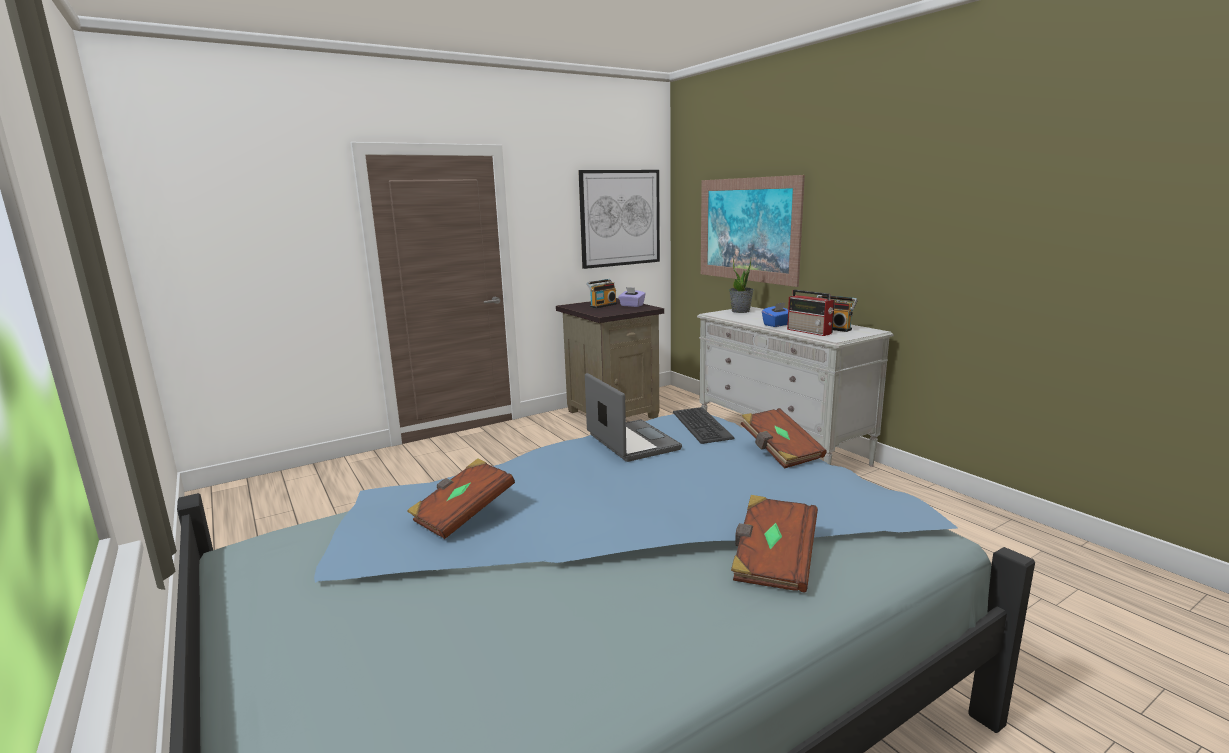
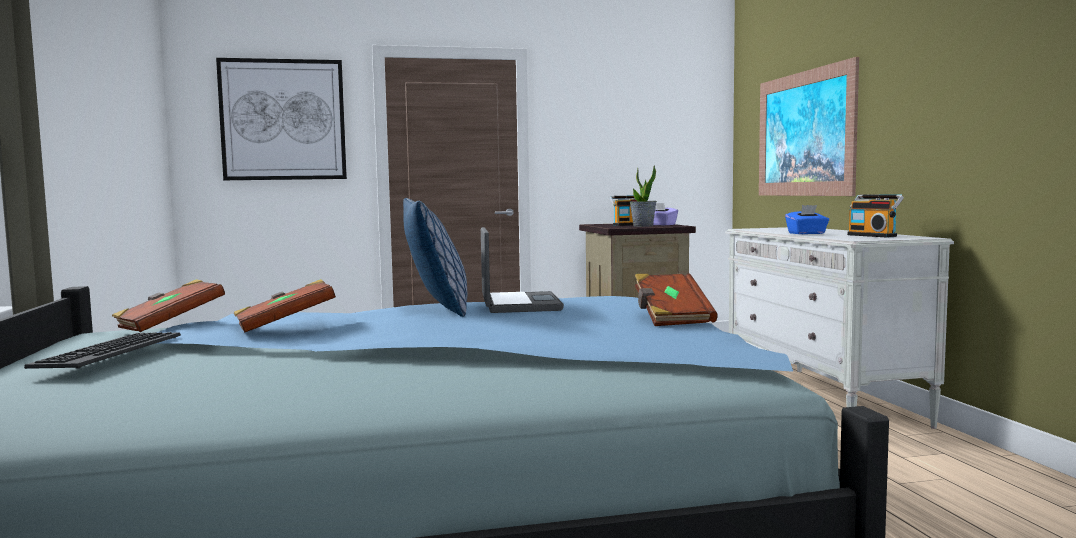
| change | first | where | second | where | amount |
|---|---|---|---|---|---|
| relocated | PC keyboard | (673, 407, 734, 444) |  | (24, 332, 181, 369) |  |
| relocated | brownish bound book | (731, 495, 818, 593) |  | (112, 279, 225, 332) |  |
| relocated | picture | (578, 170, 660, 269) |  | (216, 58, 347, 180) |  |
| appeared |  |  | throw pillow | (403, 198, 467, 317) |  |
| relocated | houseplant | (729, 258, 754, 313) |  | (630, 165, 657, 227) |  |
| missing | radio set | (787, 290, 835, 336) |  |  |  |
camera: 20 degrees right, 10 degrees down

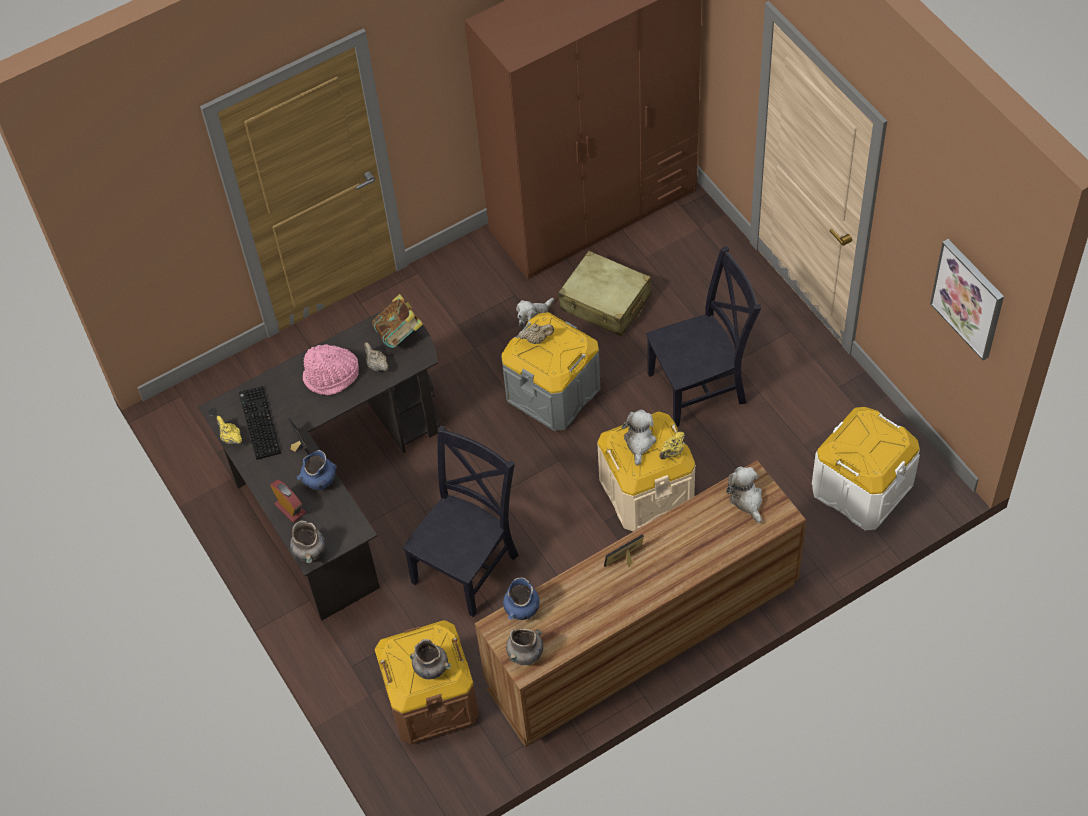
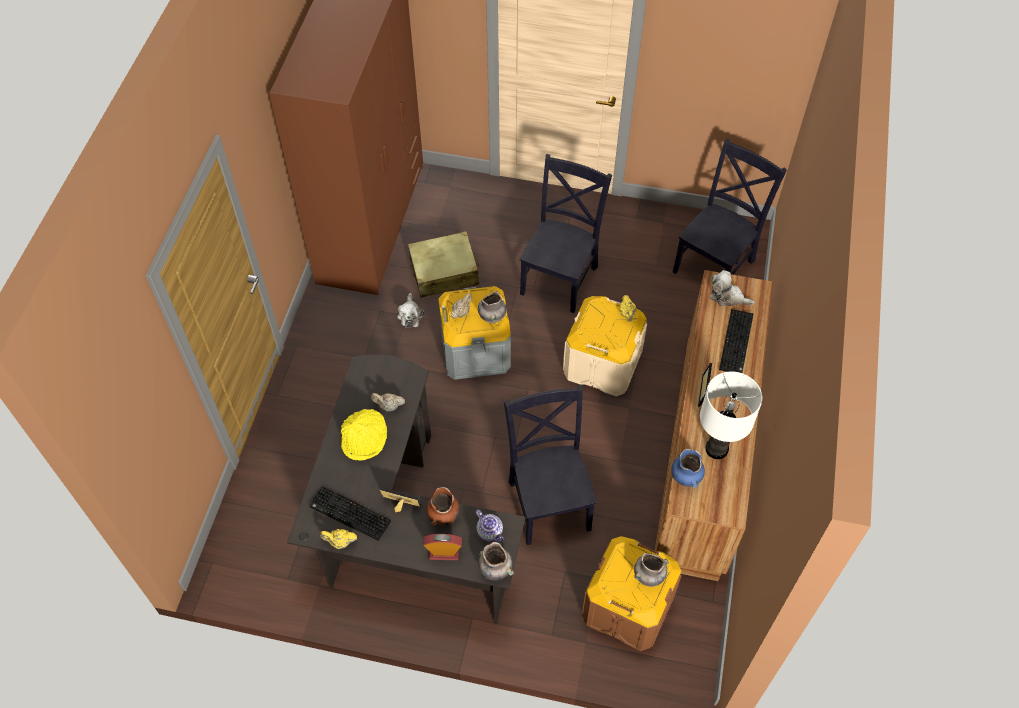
| change | first | where | second | where | amount |
|---|---|---|---|---|---|
| colour | pink clothing hat | (303, 344, 359, 395) | yellowish clothing hat | (341, 409, 387, 461) |  |
| colour | blue-coloured decorative vase | (297, 450, 337, 490) | brownish decorative vase | (426, 487, 459, 526) |  |
| appeared |  |  | tea pot | (475, 510, 504, 542) |  |
| relocated | gray decorative vase | (506, 629, 543, 665) |  | (478, 291, 506, 323) |  |
| exchanged | white-coloured storage container | (812, 407, 920, 530) | black plain chair | (673, 138, 787, 275) |  |
| appeared |  |  | white-coloured lamp for a table | (700, 371, 762, 459) |  |
| appeared |  |  | PC keyboard | (719, 309, 754, 373) |  |
| missing | bound book | (372, 294, 423, 348) |  |  |  |
| missing | plush toy | (621, 409, 656, 465) |  |  |  |
| missing | picture | (930, 239, 1004, 361) |  |  |  |
camera: 50 degrees left, 0 degrees up

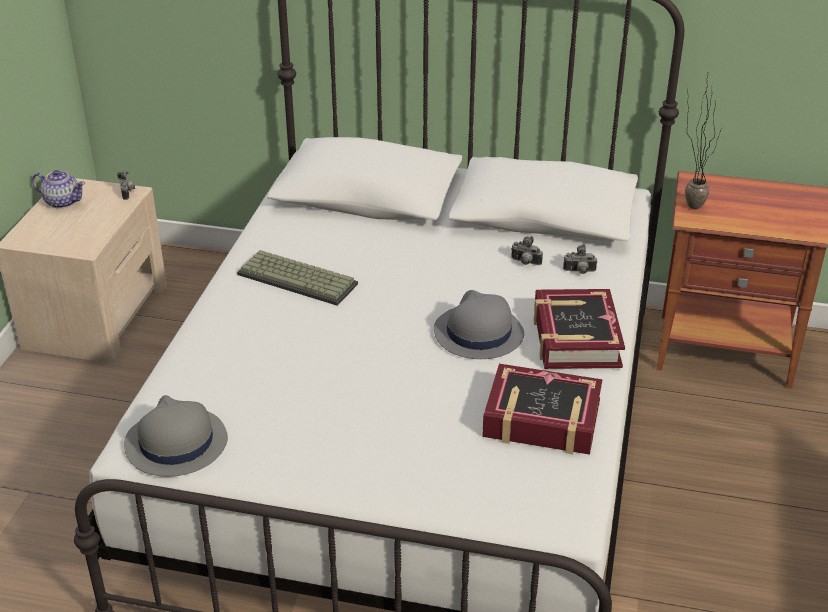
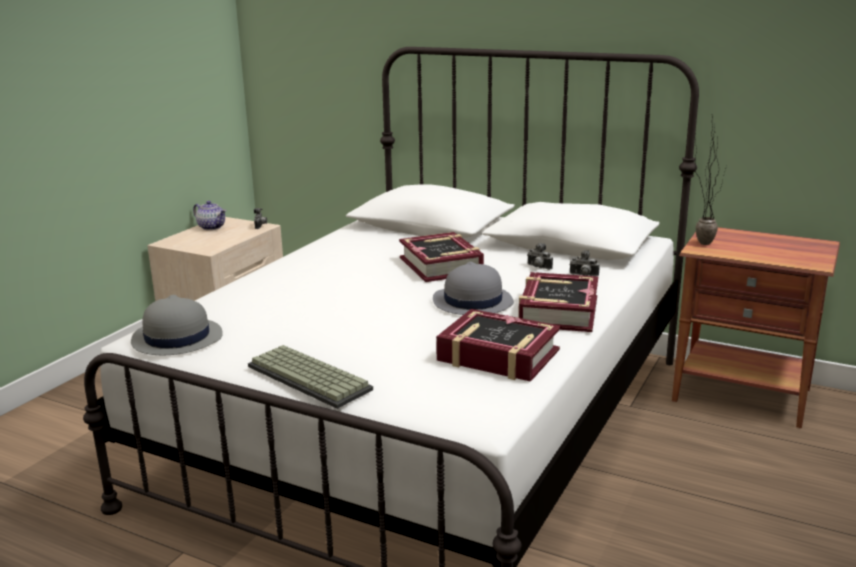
| change | first | where | second | where | amount |
|---|---|---|---|---|---|
| relocated | PC keyboard | (237, 250, 358, 306) |  | (248, 345, 373, 409) |  |
| appeared |  |  | bound book | (399, 232, 484, 282) |  |
camera: 15 degrees right, 15 degrees down

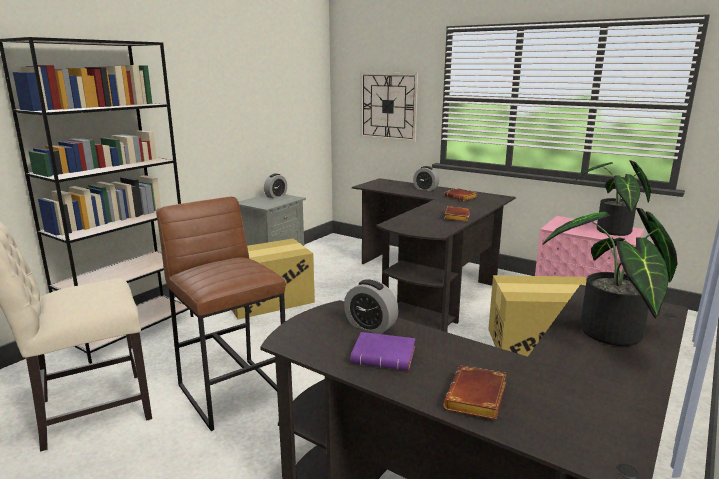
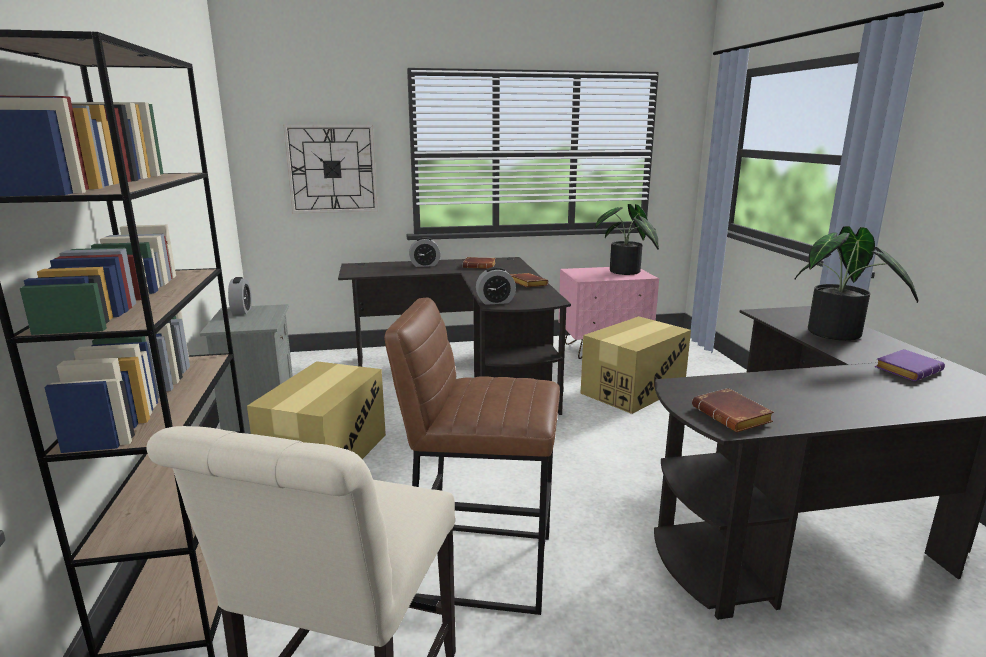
| change | first | where | second | where | amount |
|---|---|---|---|---|---|
| relocated | bedside clock | (344, 279, 399, 334) |  | (476, 267, 516, 305) |  |
| relocated | brownish bound book | (443, 366, 507, 420) |  | (692, 388, 774, 432) |  |
| relocated | purple bound book | (350, 332, 416, 371) |  | (875, 349, 945, 381) |  |
camera: 45 degrees left, 0 degrees up

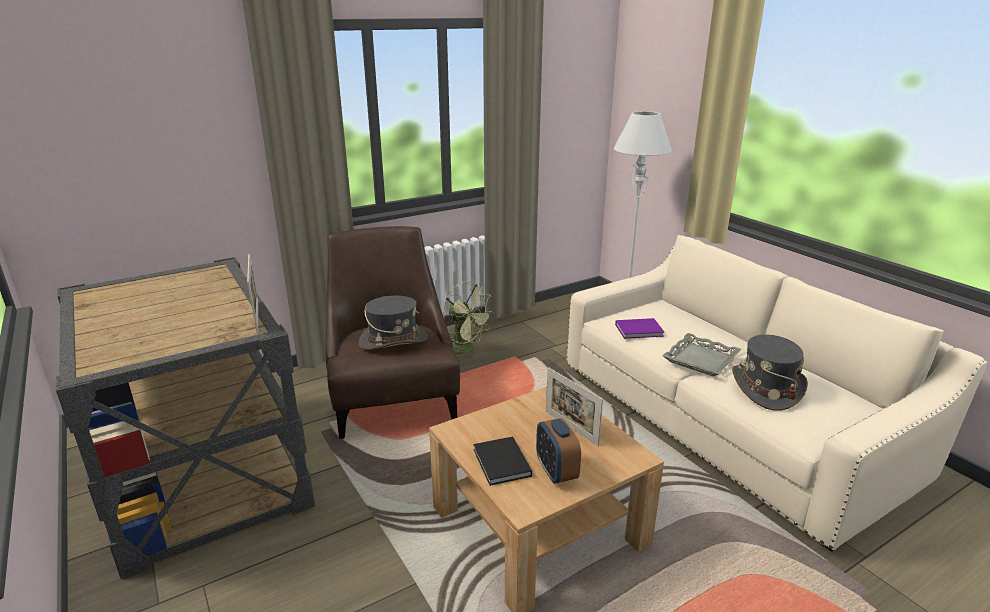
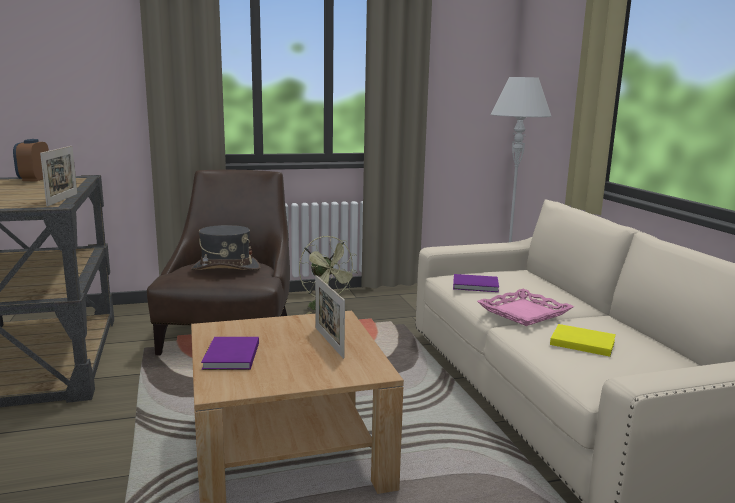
| change | first | where | second | where | amount |
|---|---|---|---|---|---|
| relocated | bedside clock | (536, 418, 581, 484) |  | (13, 139, 49, 181) |  |
| colour | black bound book | (473, 437, 532, 486) | purple bound book | (201, 337, 259, 370) |  |
| colour | gray tray | (662, 333, 742, 376) | pink tray | (477, 289, 574, 326) |  |
| exchanged | gray clothing hat | (732, 334, 808, 411) | yellowish bound book | (550, 324, 616, 357) |  |
camera: 15 degrees right, 10 degrees down

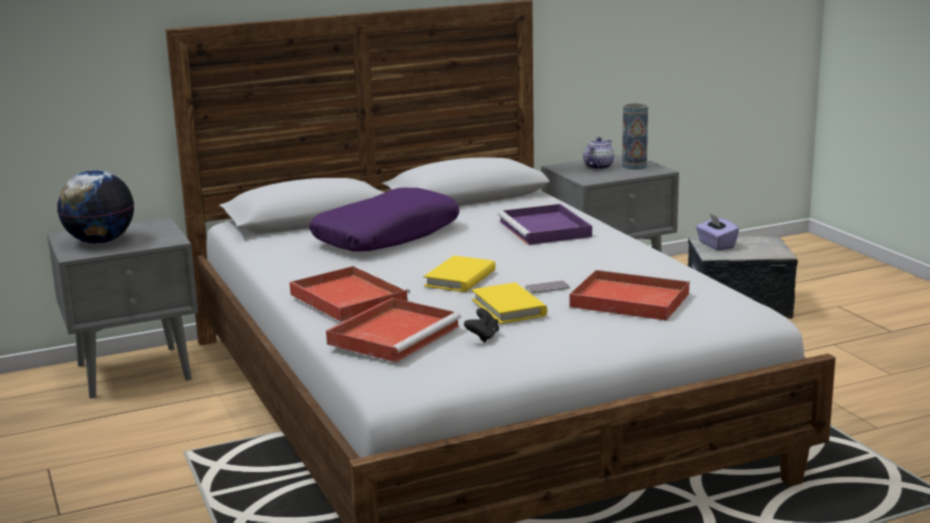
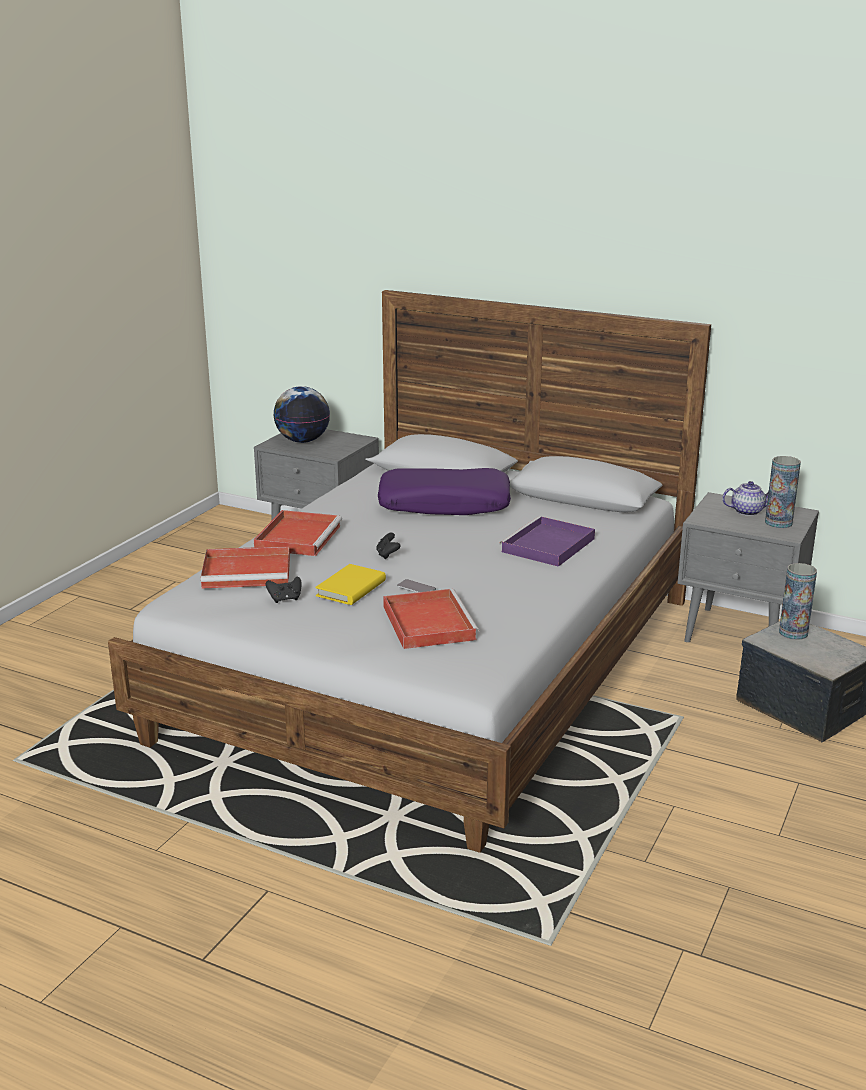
| change | first | where | second | where | amount |
|---|---|---|---|---|---|
| exchanged | yellowish bound book | (424, 256, 496, 292) | black gamepad | (376, 533, 401, 559) |  |
| exchanged | purple tissue holder | (696, 214, 739, 250) | decorative vase | (779, 563, 817, 640) |  |
camera: 50 degrees right, 5 degrees up

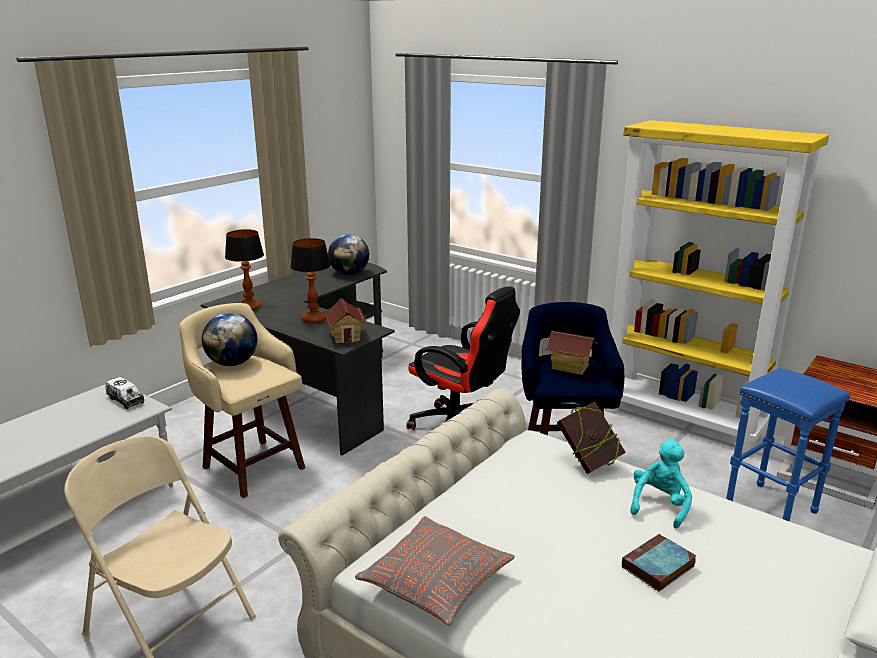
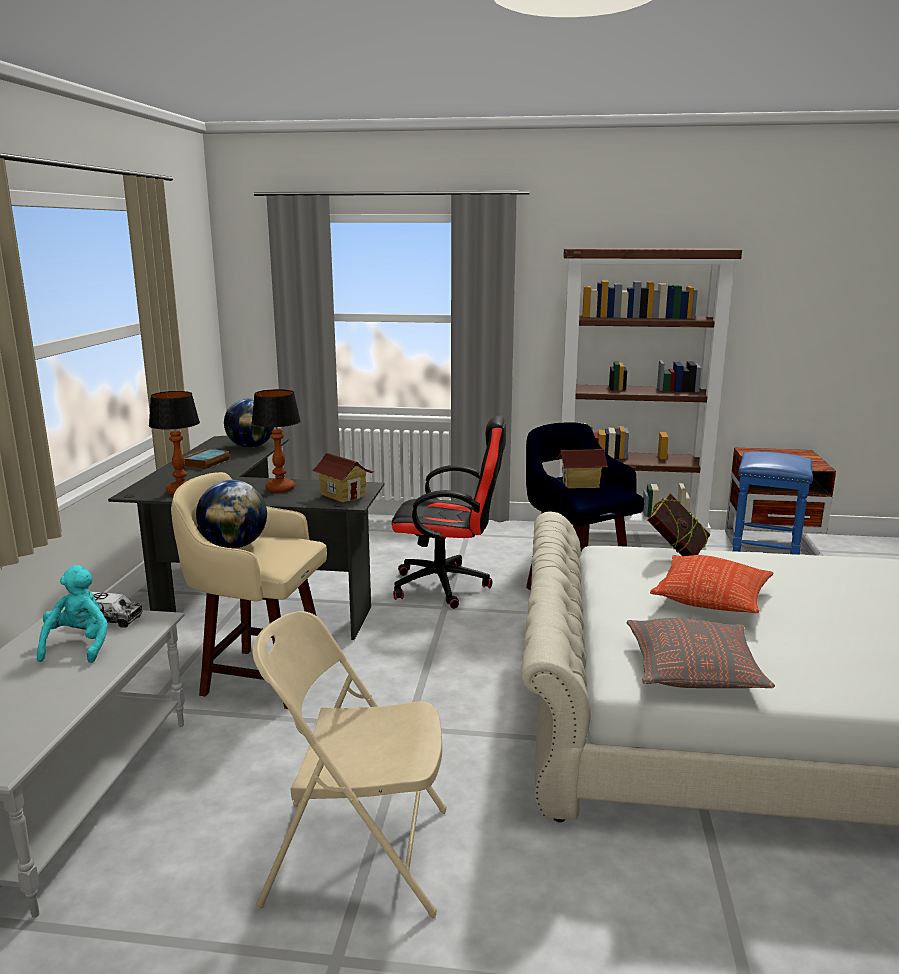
| change | first | where | second | where | amount |
|---|---|---|---|---|---|
| relocated | blue-green plush toy | (630, 439, 692, 529) |  | (37, 565, 108, 663) |  |
| relocated | bound book | (622, 534, 696, 592) |  | (184, 449, 230, 470) |  |
| colour | yellowish bookcase | (604, 120, 829, 457) | brownish bookcase | (559, 248, 742, 550) |  |
| appeared |  |  | orange-coloured throw pillow | (650, 555, 773, 613) |  |
camera: 30 degrees left, 5 degrees down

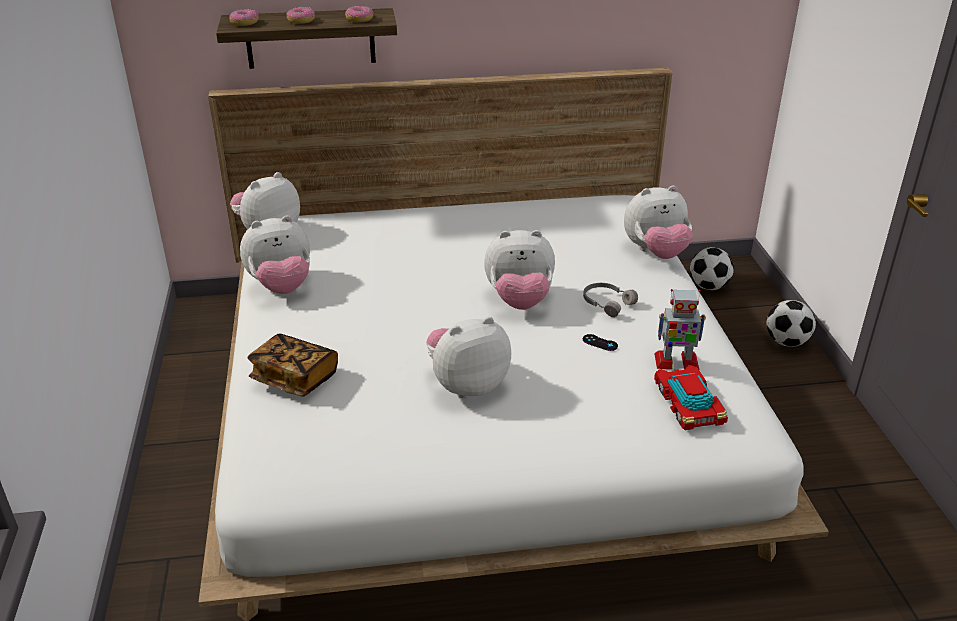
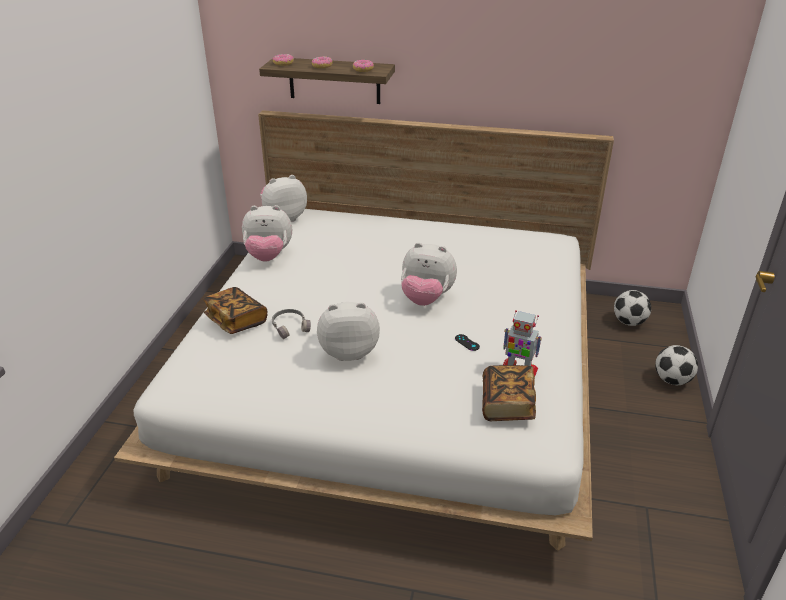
| change | first | where | second | where | amount |
|---|---|---|---|---|---|
| relocated | gray pair of headphones | (583, 283, 638, 317) |  | (272, 309, 311, 339) |  |
| exchanged | model car | (654, 365, 728, 430) | bound book | (482, 365, 536, 421) |  |
| missing | plush toy | (624, 185, 692, 259) |  |  |  |
camera: 20 degrees right, 0 degrees up

